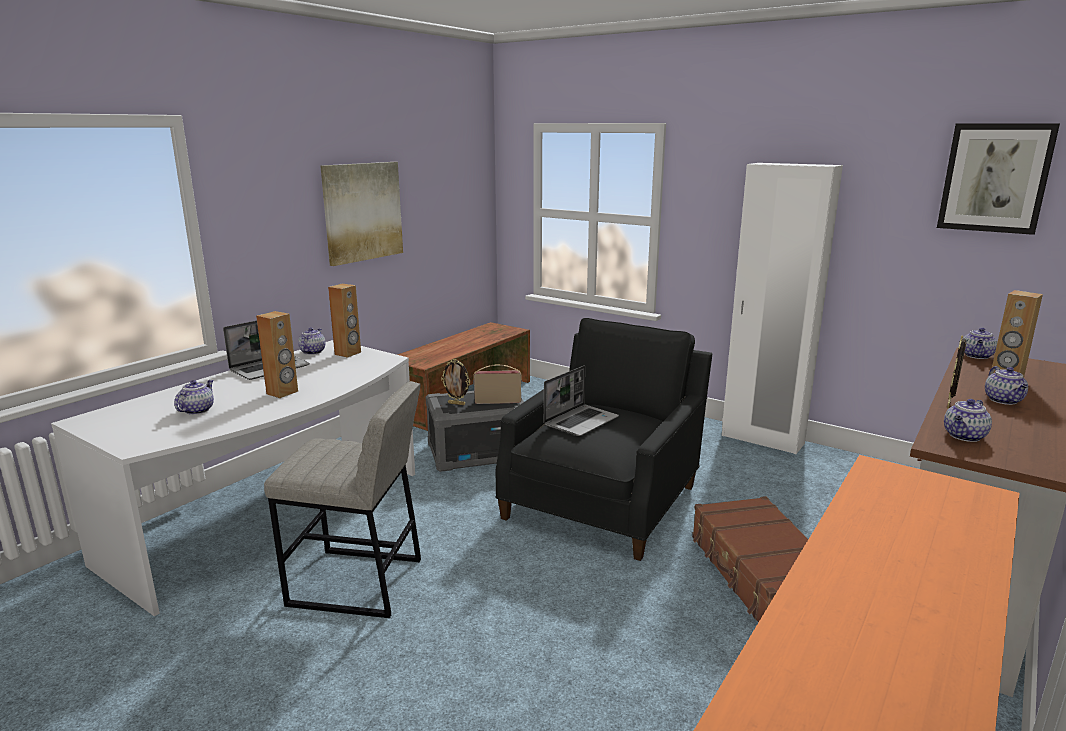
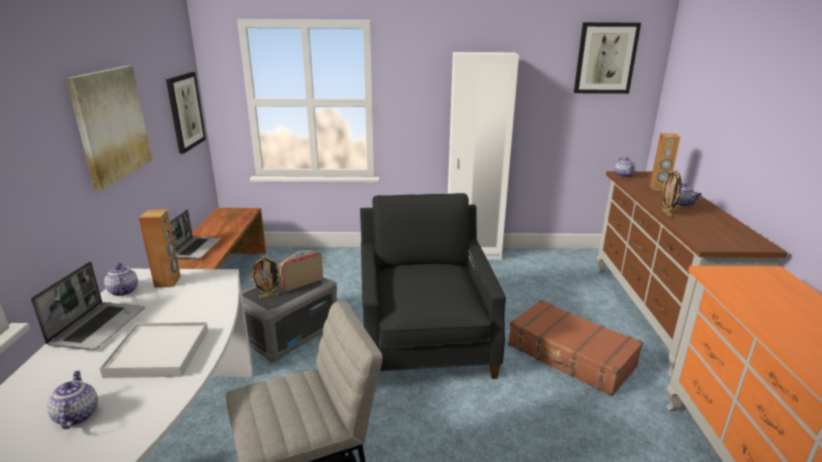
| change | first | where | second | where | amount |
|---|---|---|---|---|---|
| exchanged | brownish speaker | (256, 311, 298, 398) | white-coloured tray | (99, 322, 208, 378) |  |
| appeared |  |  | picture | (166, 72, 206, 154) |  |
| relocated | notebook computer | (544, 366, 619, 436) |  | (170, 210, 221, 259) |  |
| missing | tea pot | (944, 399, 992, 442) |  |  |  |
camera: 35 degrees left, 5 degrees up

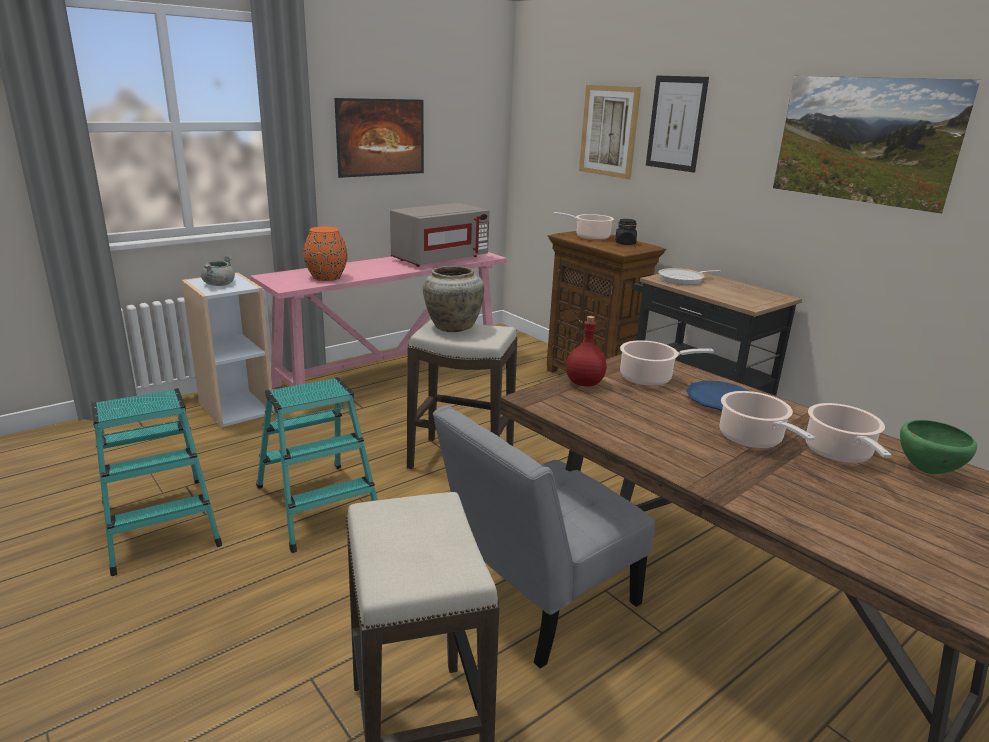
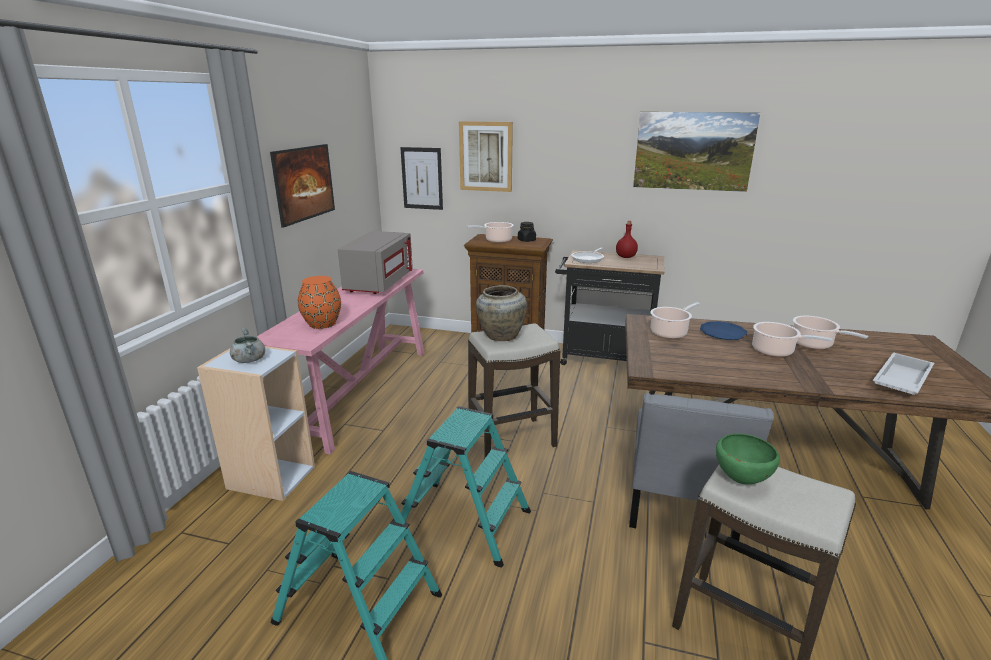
| change | first | where | second | where | amount |
|---|---|---|---|---|---|
| relocated | picture | (646, 76, 709, 173) |  | (400, 147, 443, 210) |  |
| relocated | reddish drink bottle | (566, 316, 607, 386) |  | (616, 221, 638, 258) |  |
| relocated | green-coloured bowl | (900, 420, 977, 474) |  | (716, 433, 780, 484) |  |
| appeared |  |  | white-coloured tray | (873, 352, 934, 395) |  |
camera: 35 degrees left, 0 degrees up

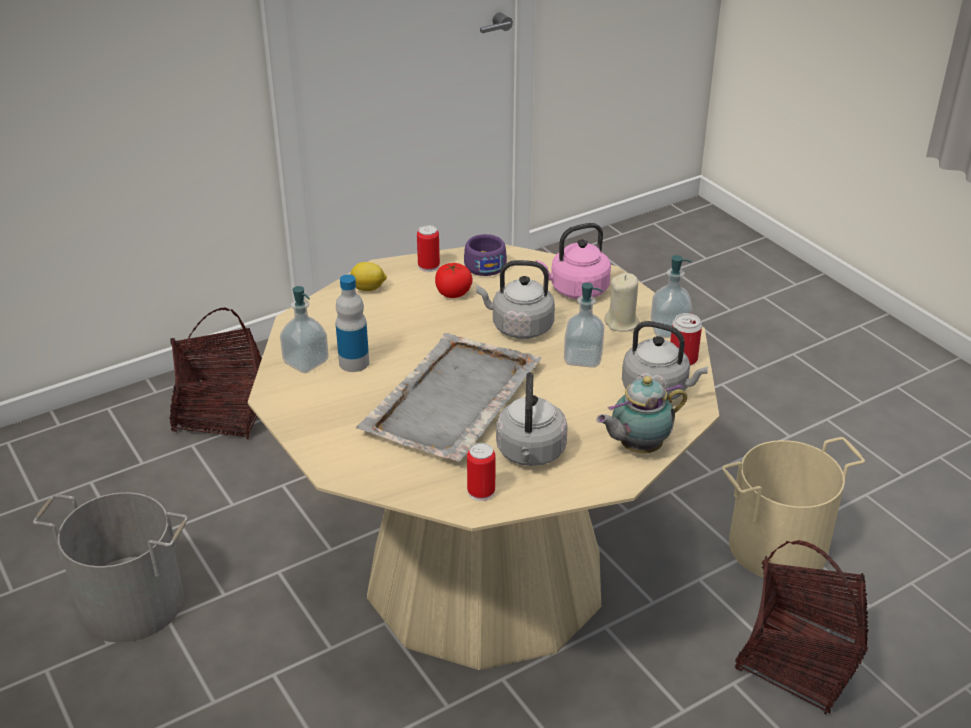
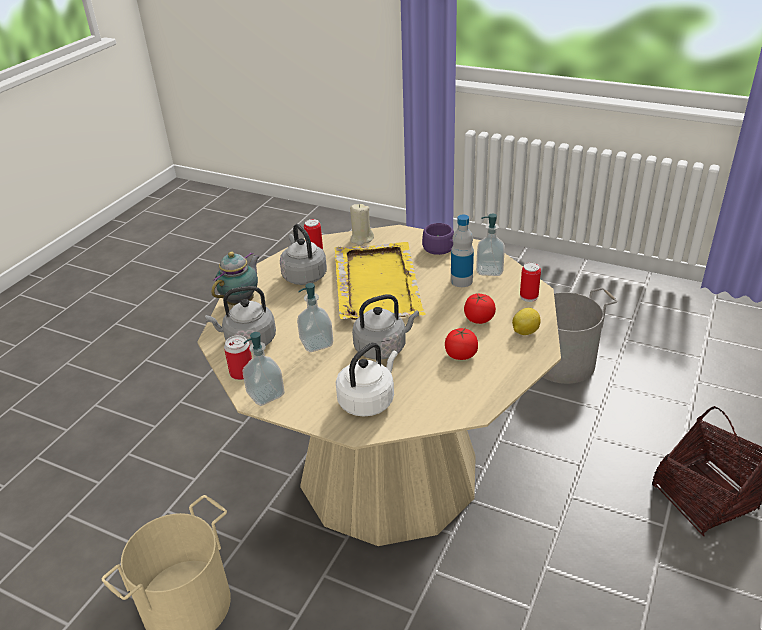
| change | first | where | second | where | amount |
|---|---|---|---|---|---|
| colour | gray tray | (356, 333, 541, 462) | yellowish tray | (334, 242, 426, 320) |  |
| colour | pink tea kettle | (535, 223, 611, 299) | white-coloured tea kettle | (336, 343, 398, 417) |  |
| relocated | beige-coloured wax candle | (604, 273, 640, 332) |  | (350, 204, 374, 246) |  |
| relocated | purple small cup | (464, 234, 507, 276) |  | (422, 223, 454, 255) |  |
| appeared |  |  | tomato | (464, 294, 496, 324) |  |
| relocated | sealed can | (417, 225, 440, 272) |  | (520, 262, 541, 302) |  |
| missing | basket | (735, 540, 869, 714) |  |  |  |
camera: 150 degrees right, 0 degrees up

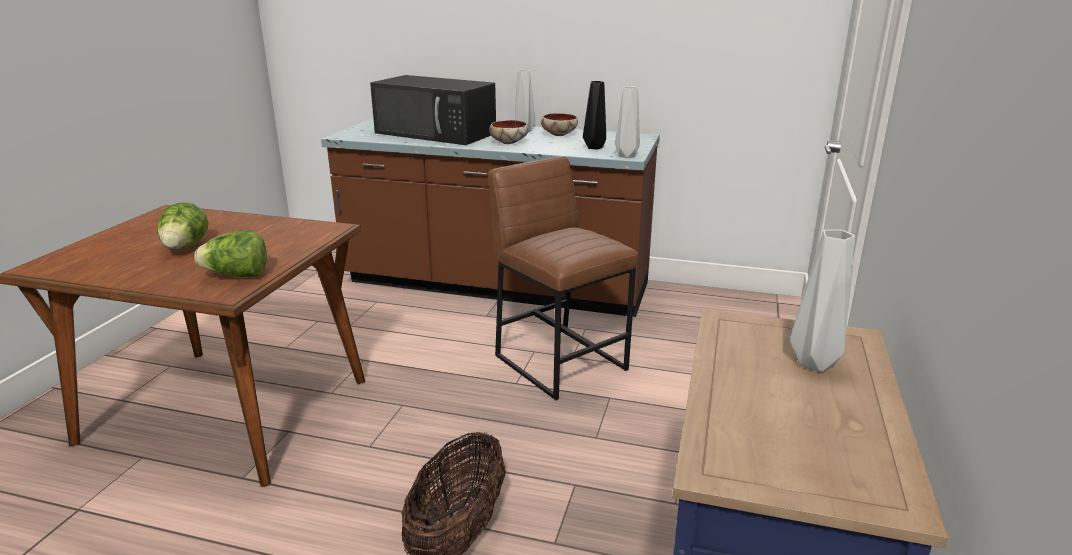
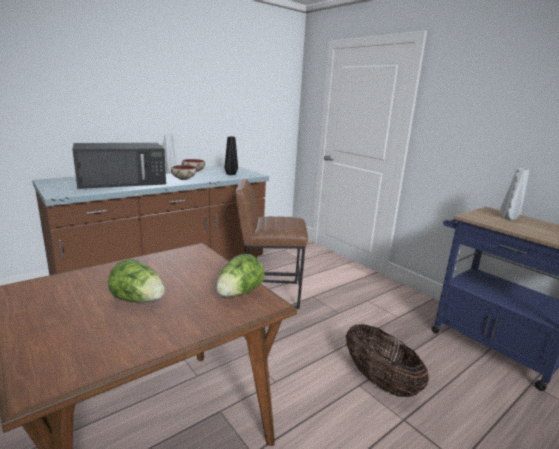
| change | first | where | second | where | amount |
|---|---|---|---|---|---|
| missing | gray decorative vase | (615, 87, 640, 158) |  |  |  |
camera: 55 degrees left, 5 degrees down

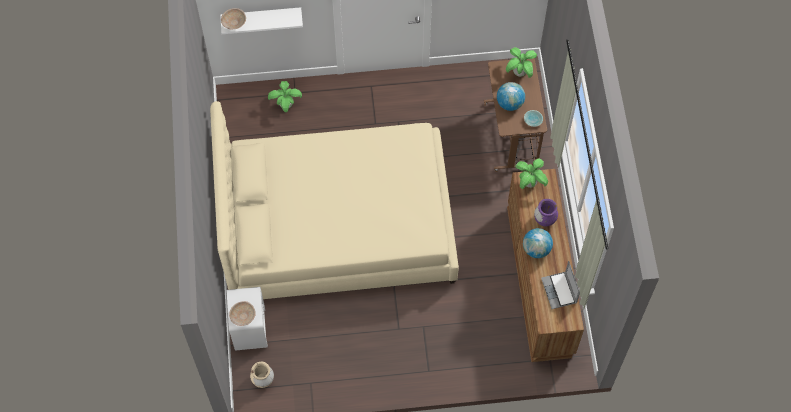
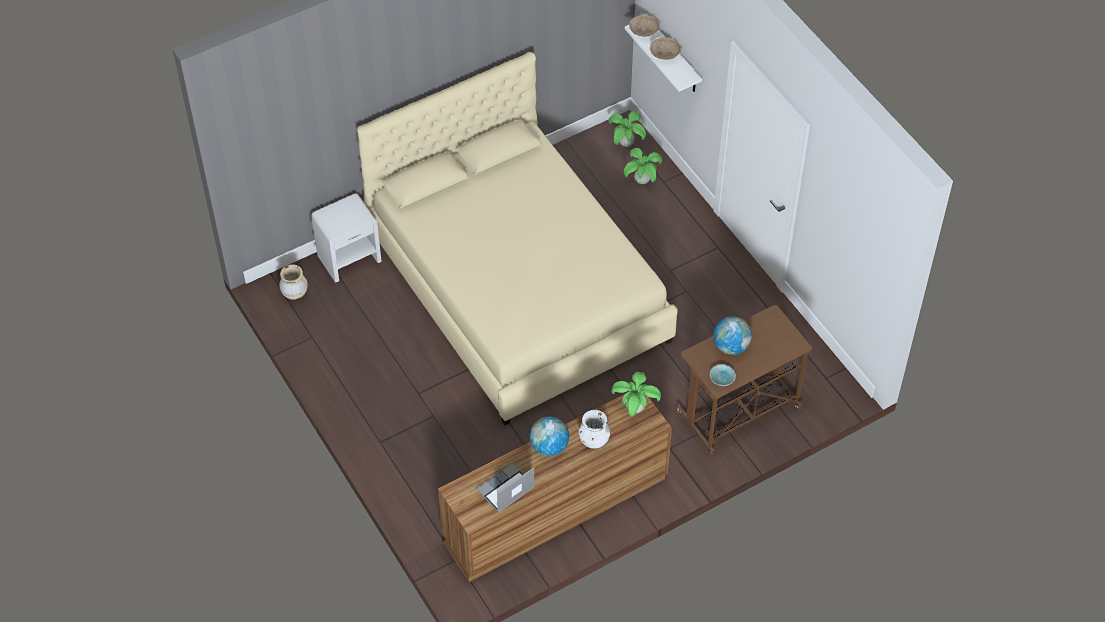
| change | first | where | second | where | amount |
|---|---|---|---|---|---|
| colour | purple decorative vase | (534, 199, 558, 226) | white-coloured decorative vase | (579, 410, 610, 449) |  |
| relocated | houseplant | (506, 47, 537, 78) |  | (608, 111, 646, 147) |  |
| relocated | beige-coloured bowl | (229, 301, 256, 326) |  | (650, 37, 682, 60) |  |
camera: 65 degrees right, 10 degrees down

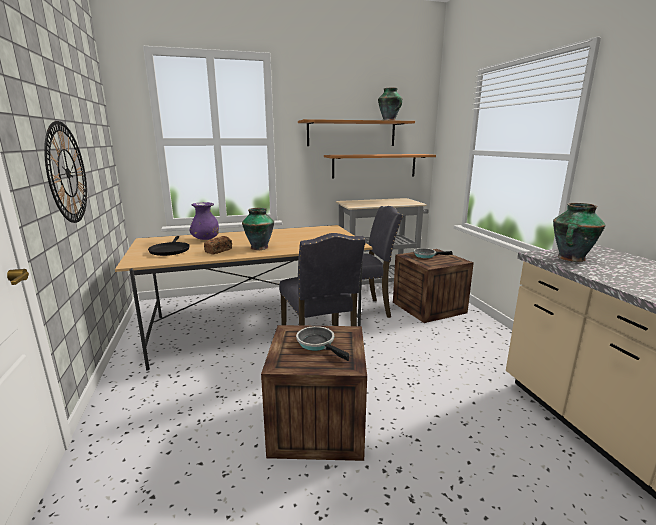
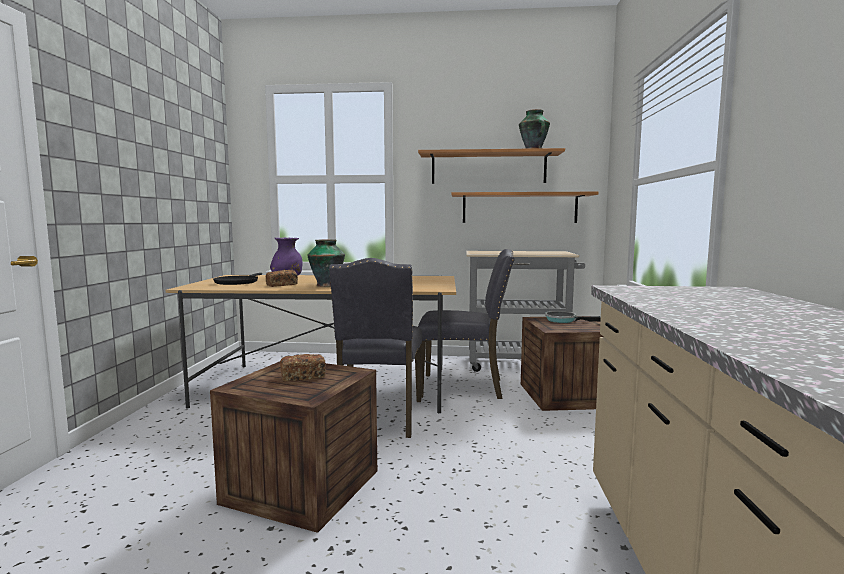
| change | first | where | second | where | amount |
|---|---|---|---|---|---|
| exchanged | frying pan | (296, 326, 349, 361) | bread | (280, 354, 326, 382) |  |
| missing | hanging clock | (44, 121, 87, 223) |  |  |  |
| missing | decorative vase | (553, 203, 606, 262) |  |  |  |
camera: 20 degrees right, 10 degrees down

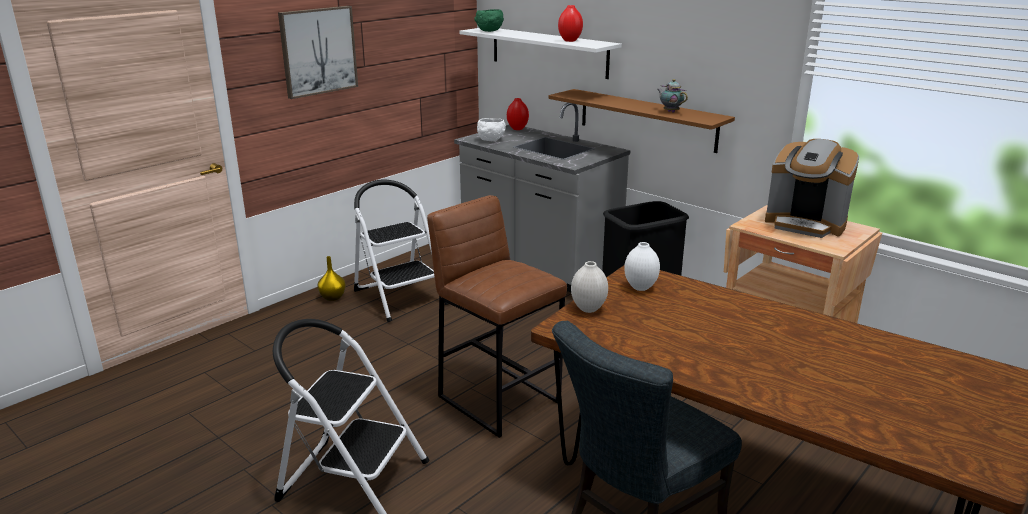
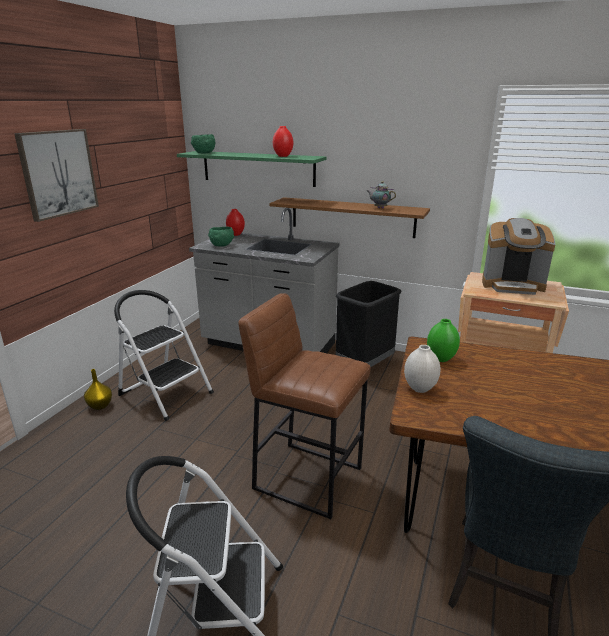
| change | first | where | second | where | amount |
|---|---|---|---|---|---|
| colour | white-coloured bracket shelf | (459, 28, 622, 79) | green-coloured bracket shelf | (177, 151, 327, 187) |  |
| colour | white-coloured bowl | (477, 118, 506, 141) | green-coloured bowl | (208, 227, 234, 247) |  |
| colour | white-coloured decorative vase | (624, 242, 660, 291) | green-coloured decorative vase | (427, 319, 460, 362) |  |
camera: 20 degrees left, 0 degrees up

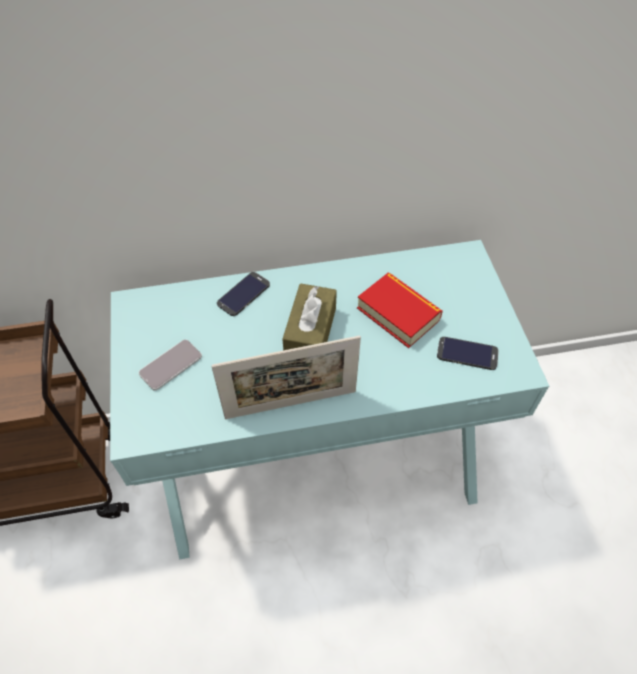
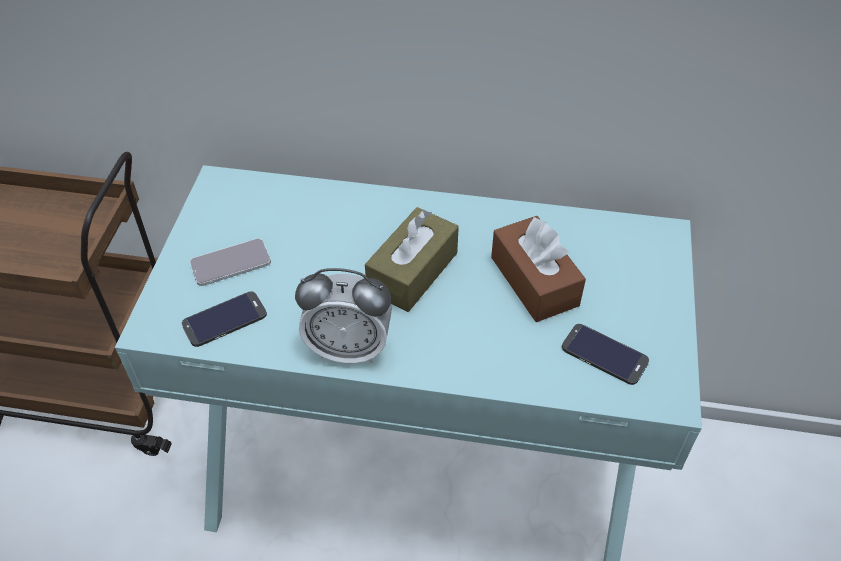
| change | first | where | second | where | amount |
|---|---|---|---|---|---|
| relocated | telephone | (217, 272, 270, 316) |  | (182, 291, 267, 347) |  |
| exchanged | standing frame | (211, 335, 361, 419) | bedside clock | (295, 268, 392, 363) |  |
| exchanged | bound book | (357, 273, 443, 348) | brownish tissue holder | (491, 216, 586, 322) |  |
camera: 20 degrees right, 5 degrees down

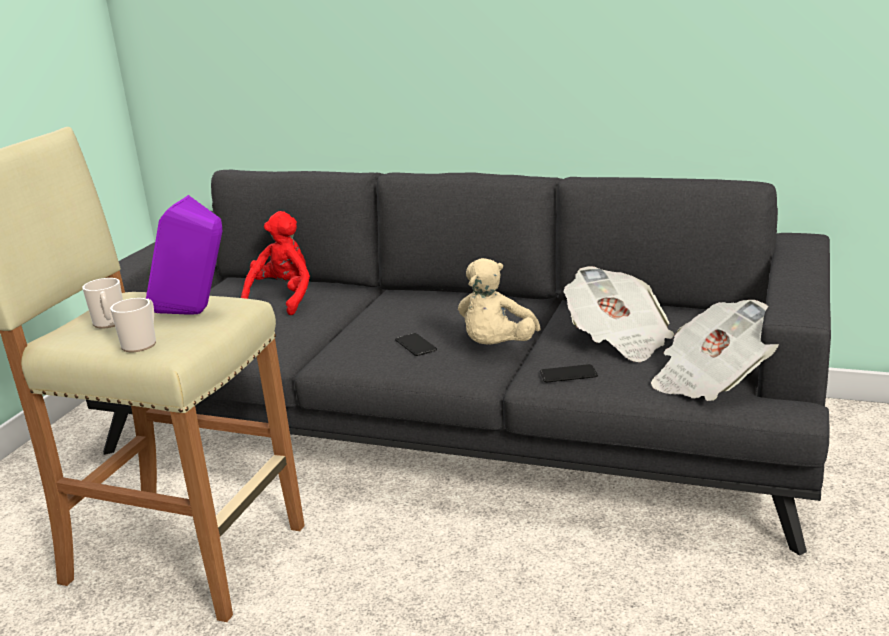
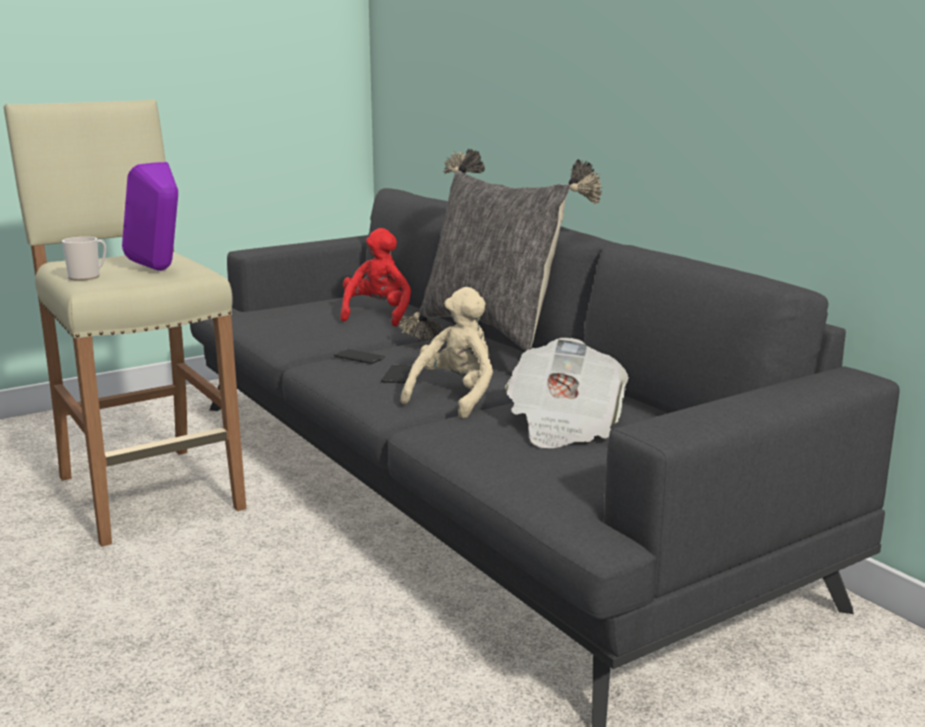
| change | first | where | second | where | amount |
|---|---|---|---|---|---|
| relocated | telephone | (540, 364, 598, 382) |  | (334, 349, 385, 364) |  |
| spun | reddish plush toy | (241, 211, 310, 316) |  | (340, 228, 411, 327) | 45 degrees counterclockwise |
| appeared |  |  | throw pillow | (398, 149, 603, 350) |  |
| spun | beige-coloured plush toy | (458, 258, 541, 345) |  | (401, 287, 493, 418) | 150 degrees clockwise |
| missing | tea mug | (82, 278, 123, 329) |  |  |  |
| missing | printed paper | (651, 300, 779, 401) |  |  |  |
camera: 35 degrees right, 5 degrees down

